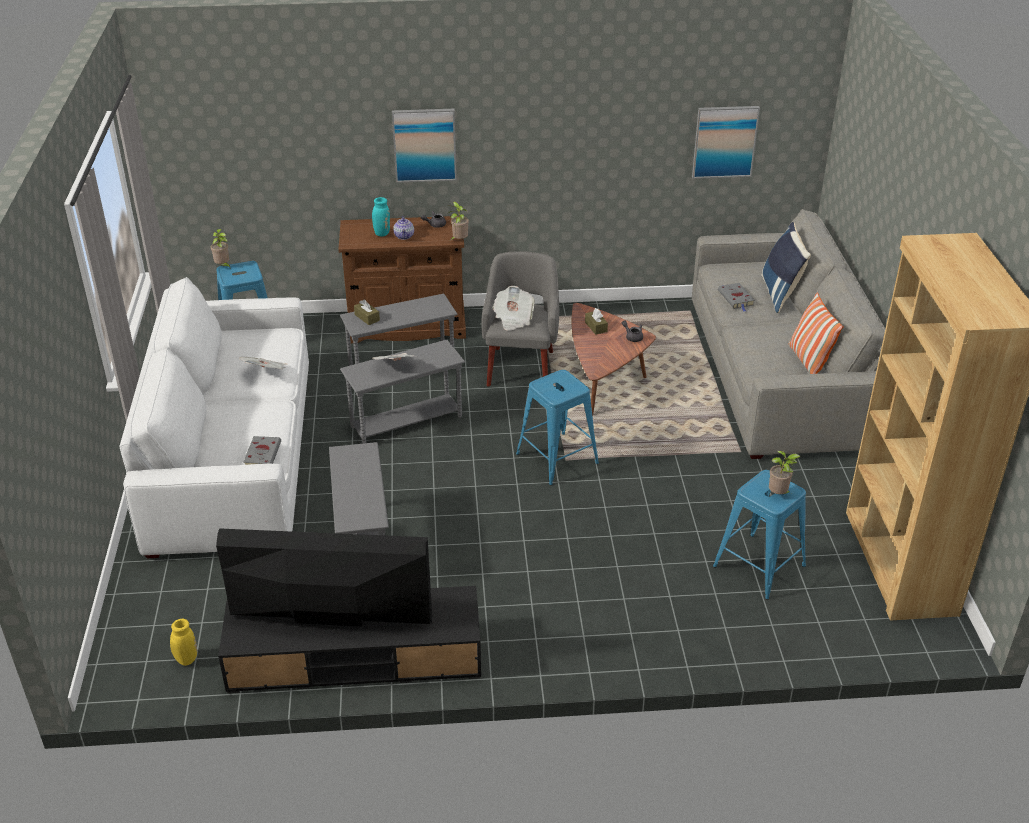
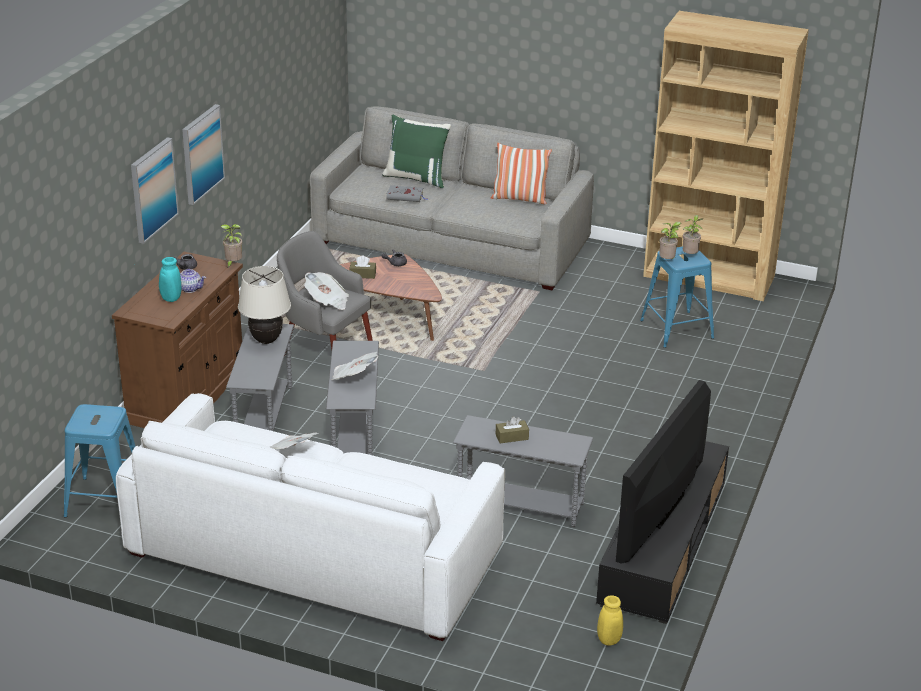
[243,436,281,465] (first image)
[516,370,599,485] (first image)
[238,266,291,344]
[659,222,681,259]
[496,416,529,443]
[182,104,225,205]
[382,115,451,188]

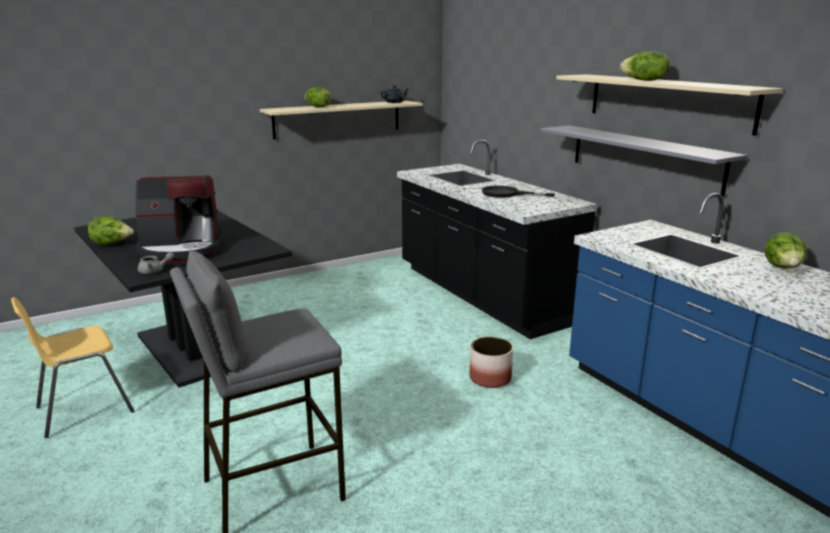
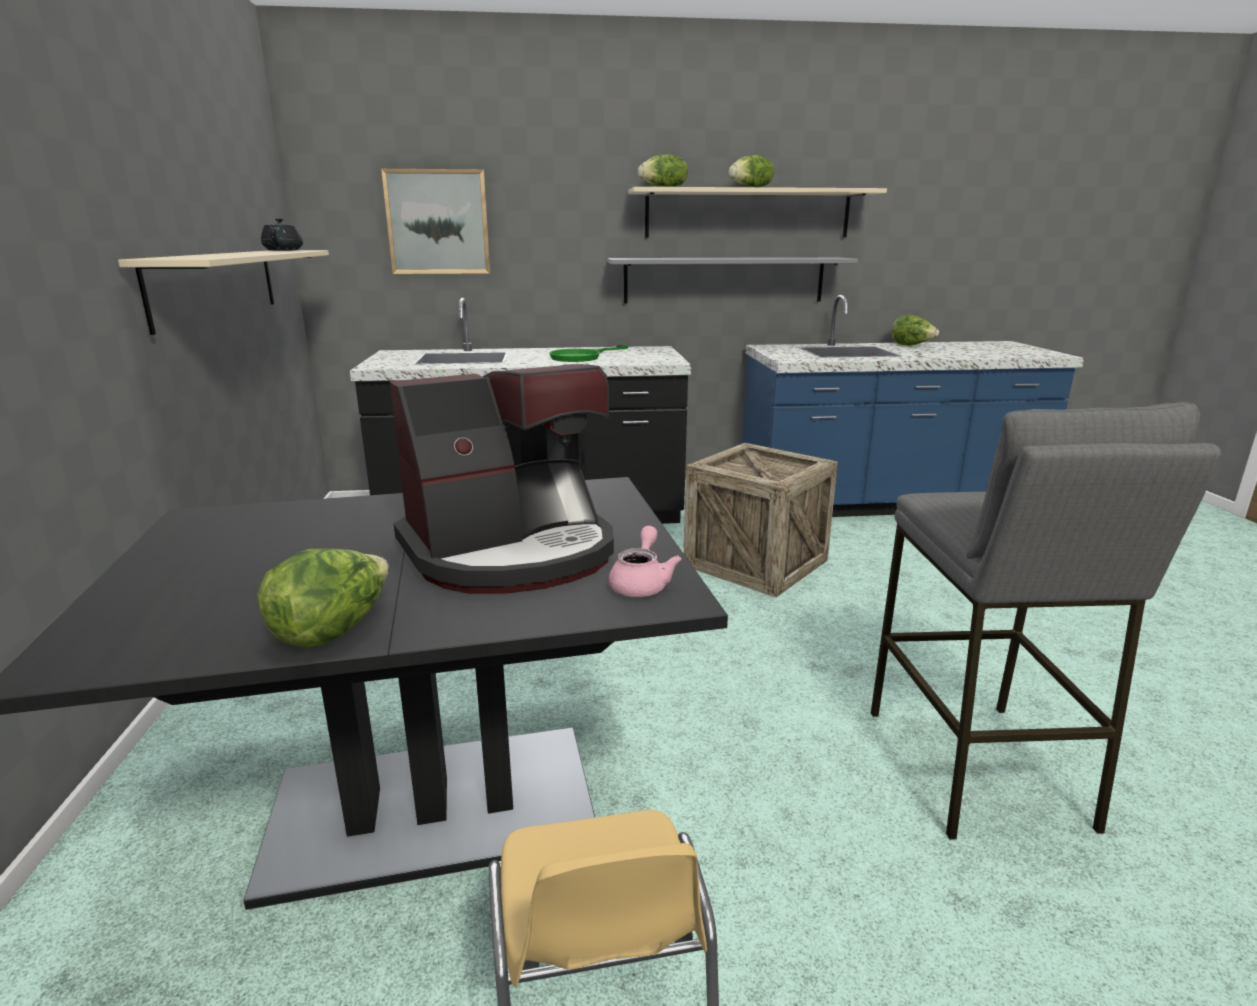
[381,169,490,274]
[638,155,688,187]
[683,443,838,597]
[608,526,681,597]
[549,345,629,362]
[390,364,614,594]

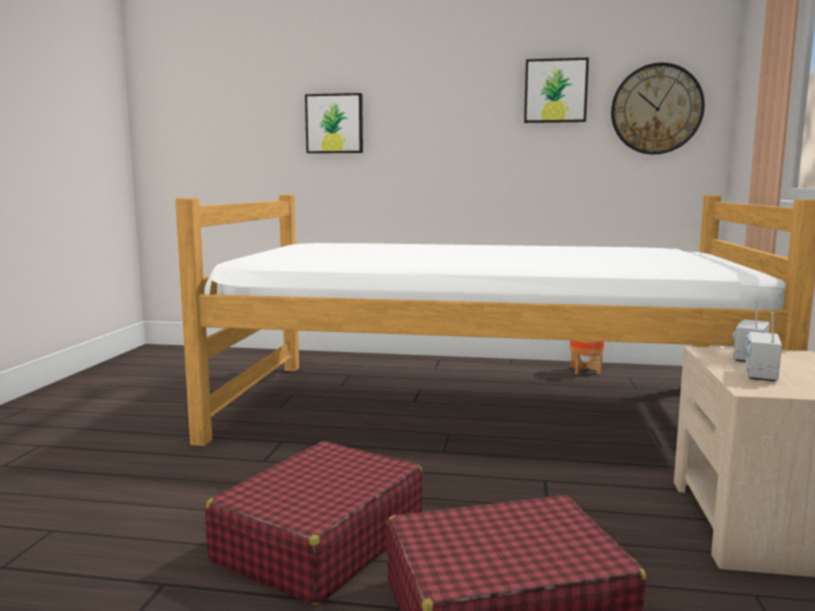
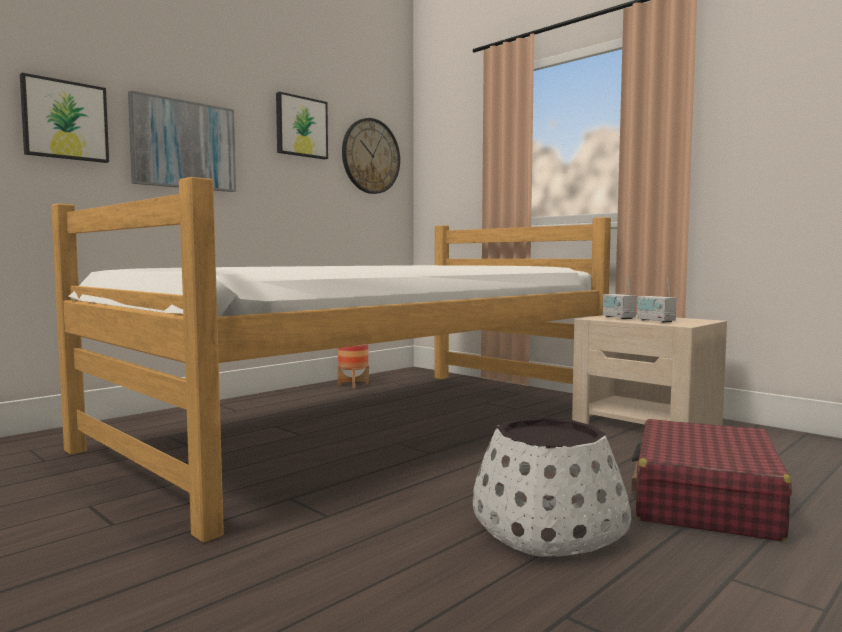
[128,91,236,192]
[472,418,631,557]

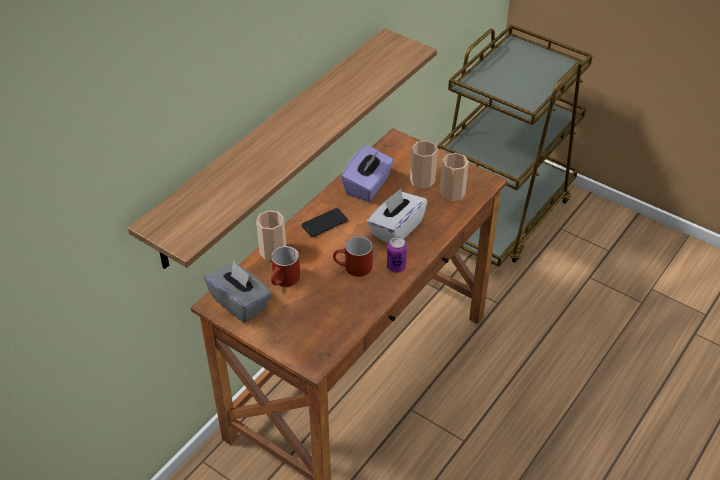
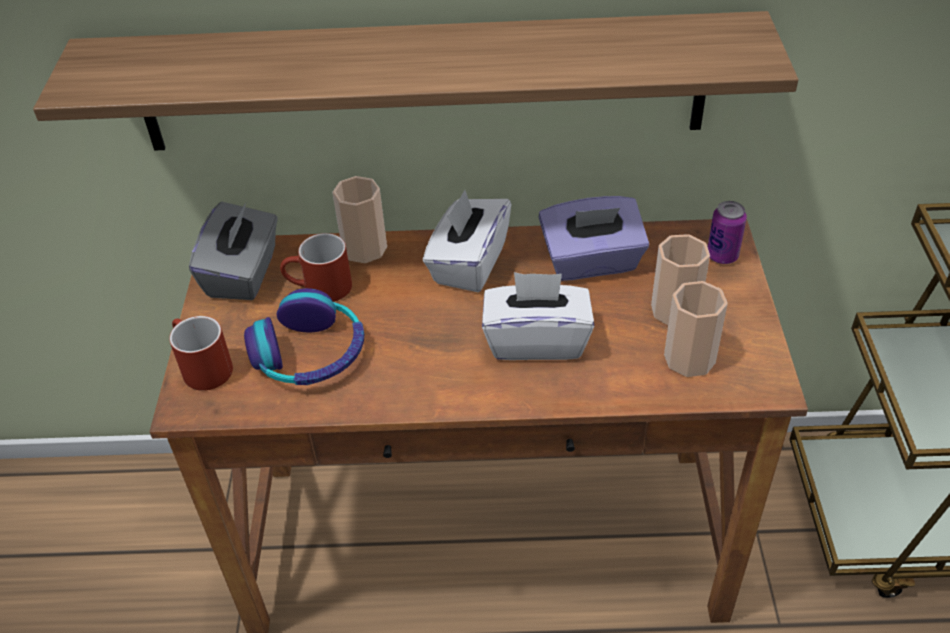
[244,288,364,385]
[169,316,233,391]
[708,201,747,264]
[423,190,511,292]

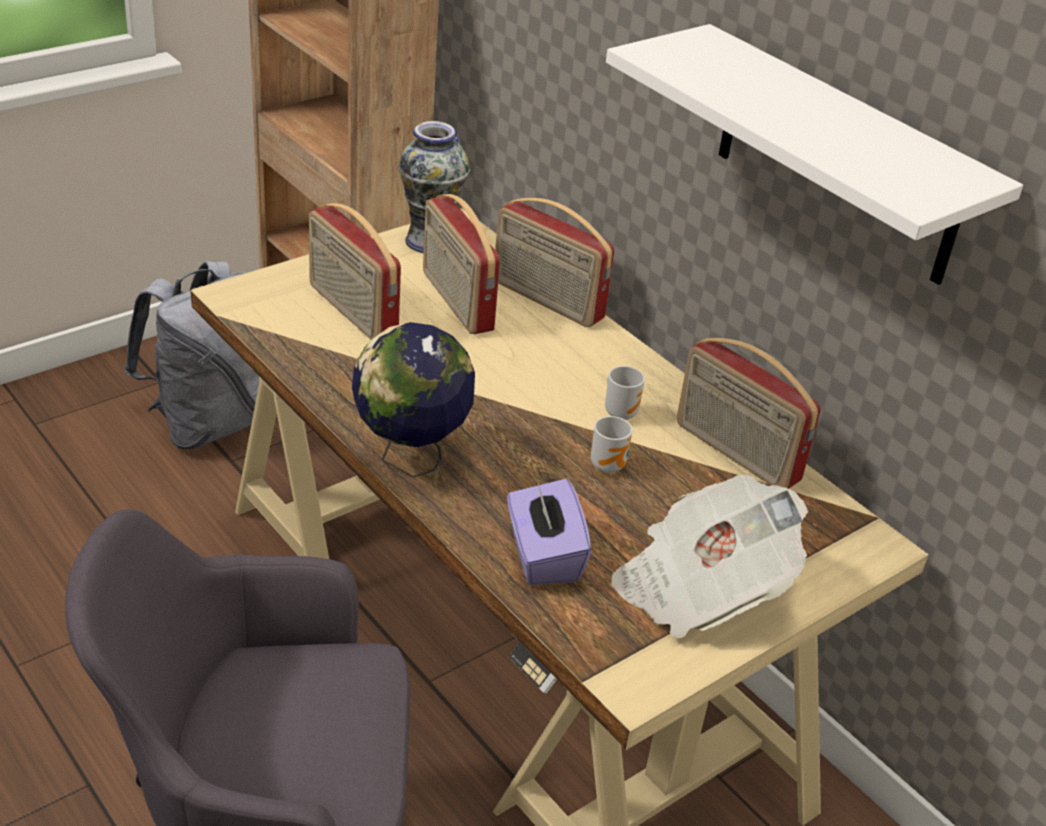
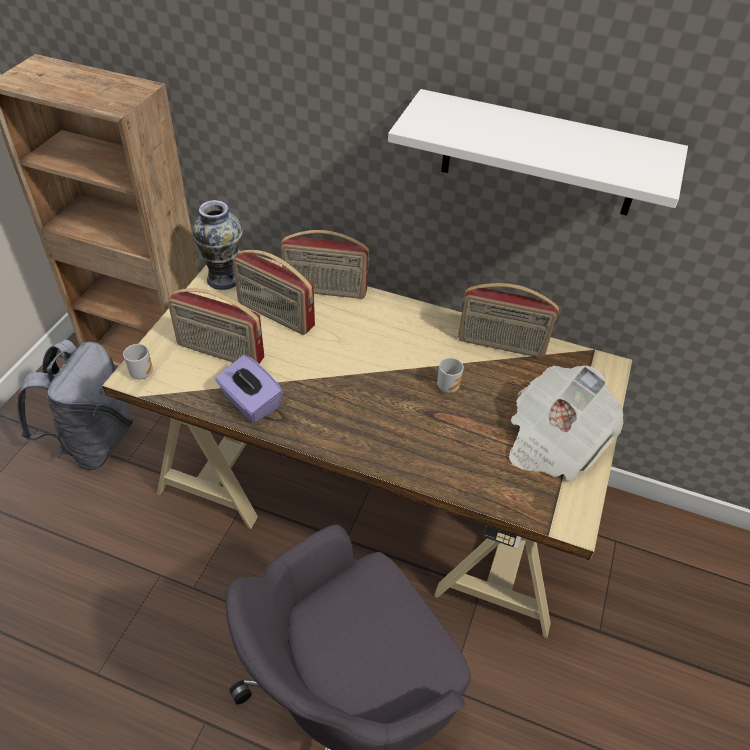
[352,322,475,478] (first image)
[215,355,283,423]
[123,344,153,379]

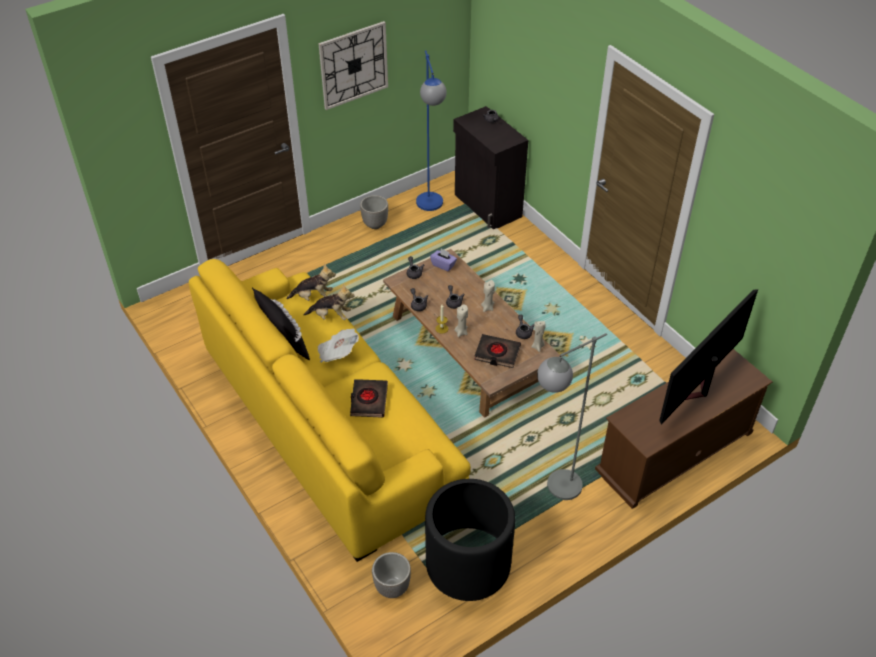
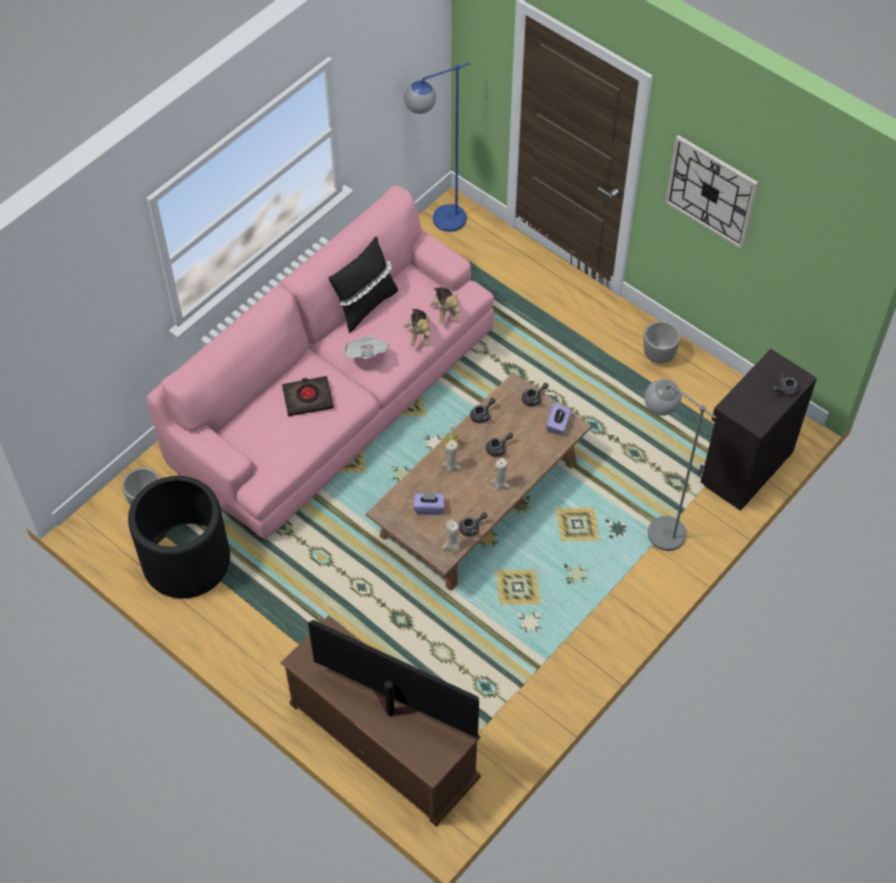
[404,62,470,232]
[644,379,716,551]
[413,493,445,515]
[147,185,494,540]

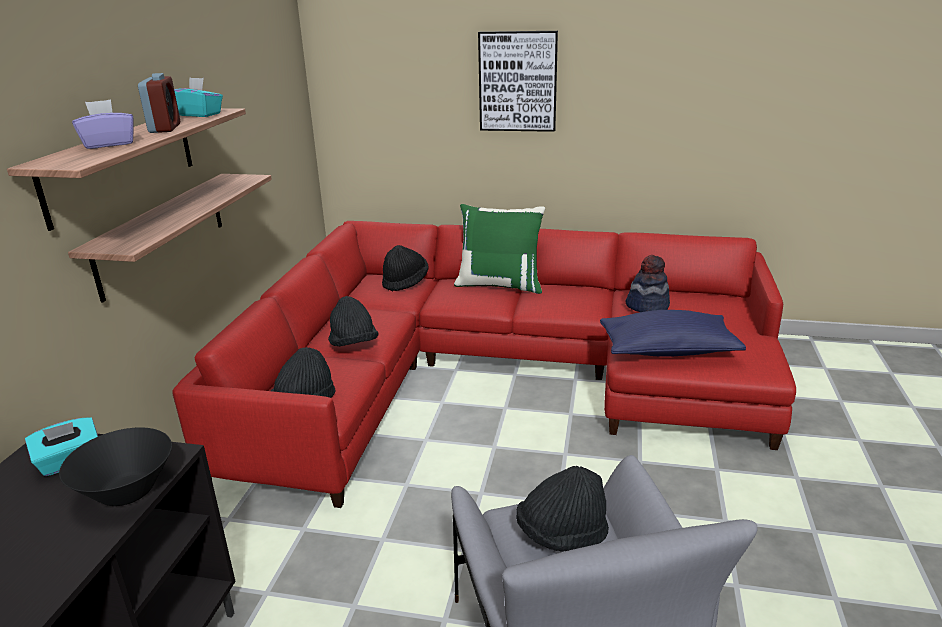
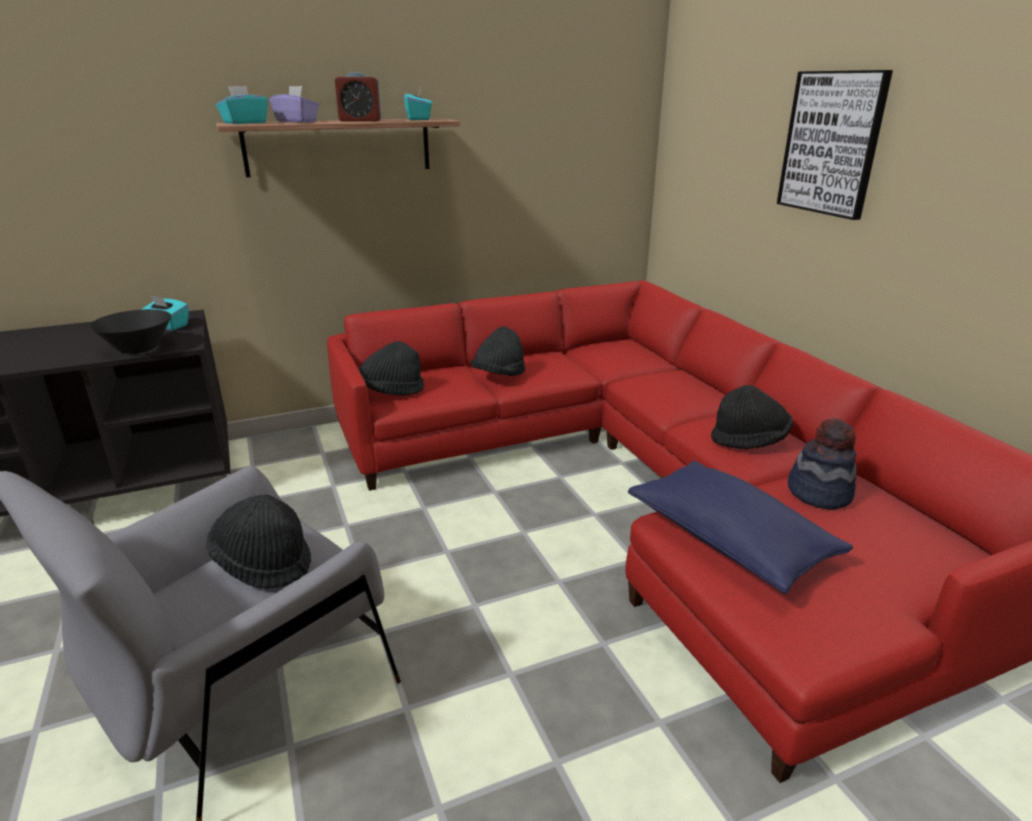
[68,174,272,303] (first image)
[454,204,545,294] (first image)
[216,86,268,124]
[711,385,793,449]
[335,72,382,122]

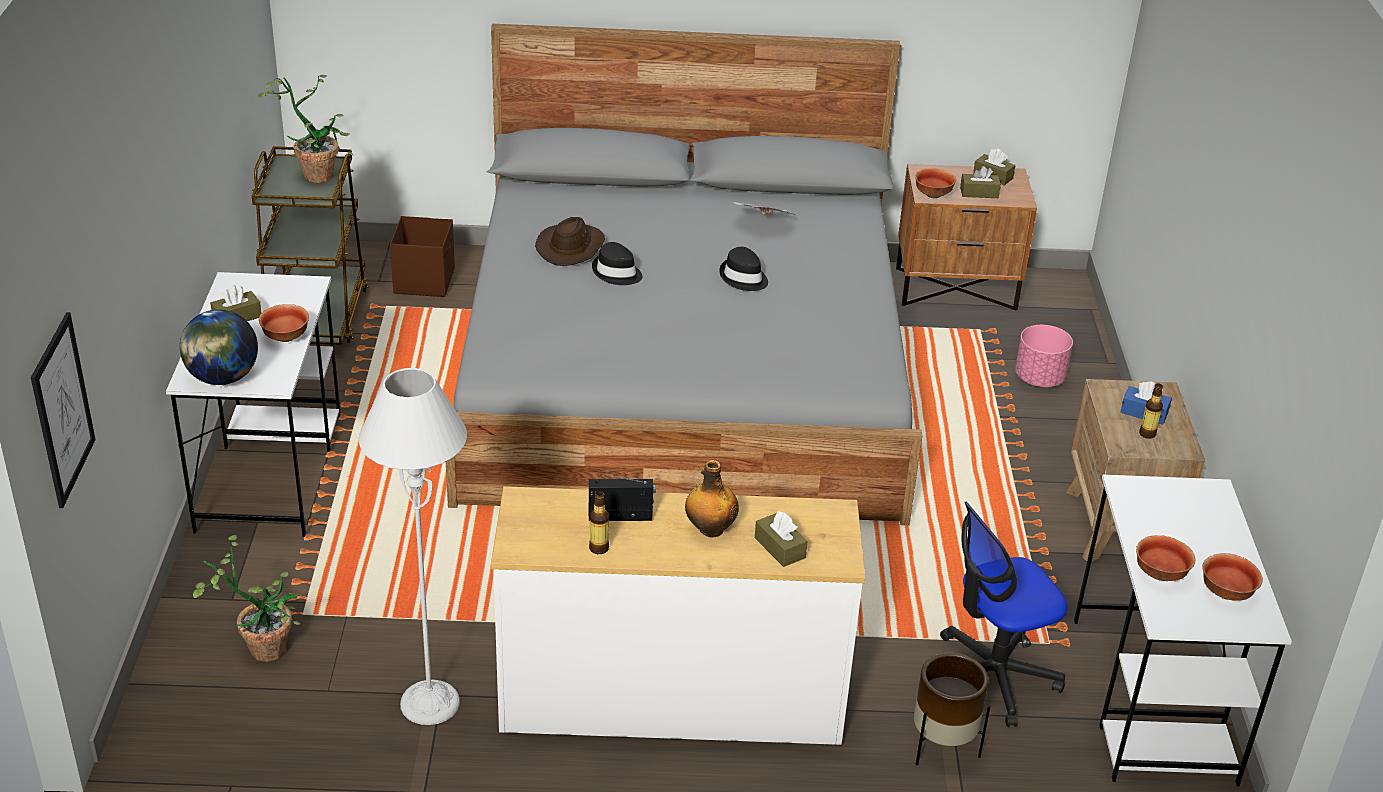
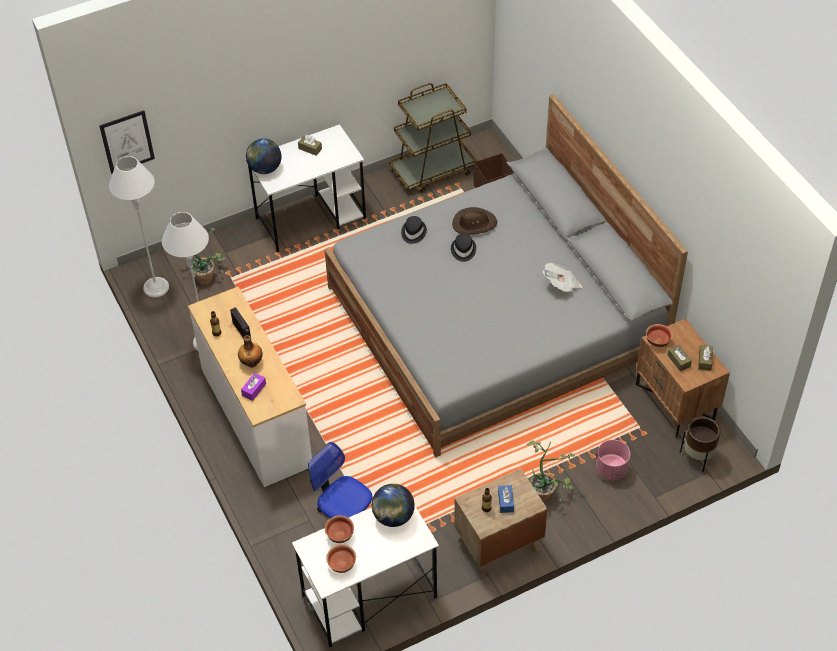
[259,304,309,342] (first image)
[109,156,169,297]
[372,484,415,527]
[527,441,575,503]
[401,216,427,244]
[680,417,720,472]
[241,373,266,401]

